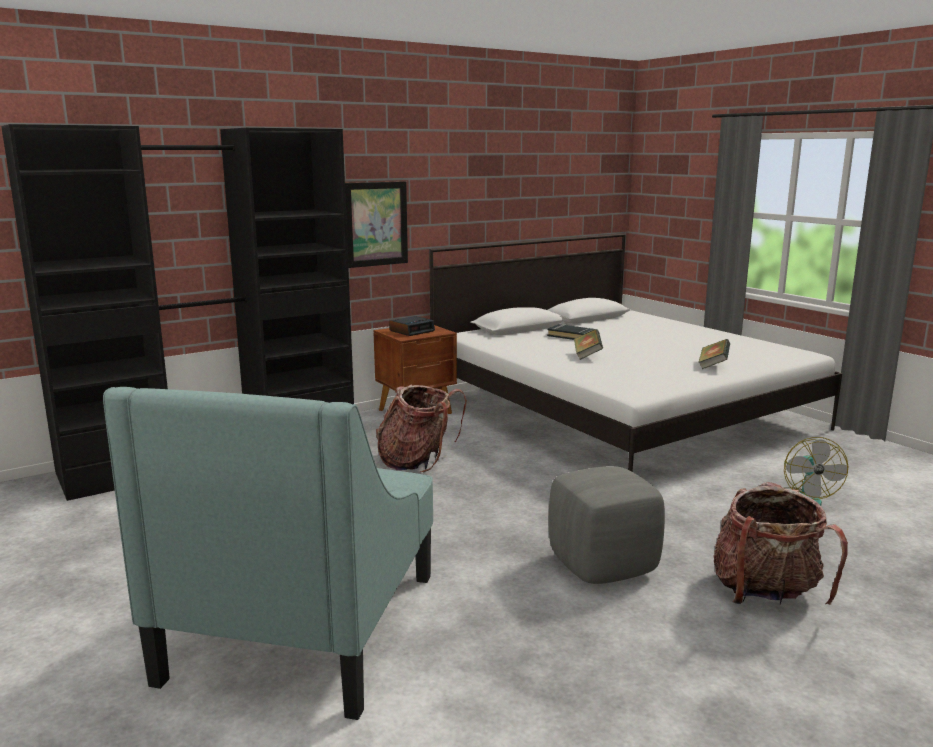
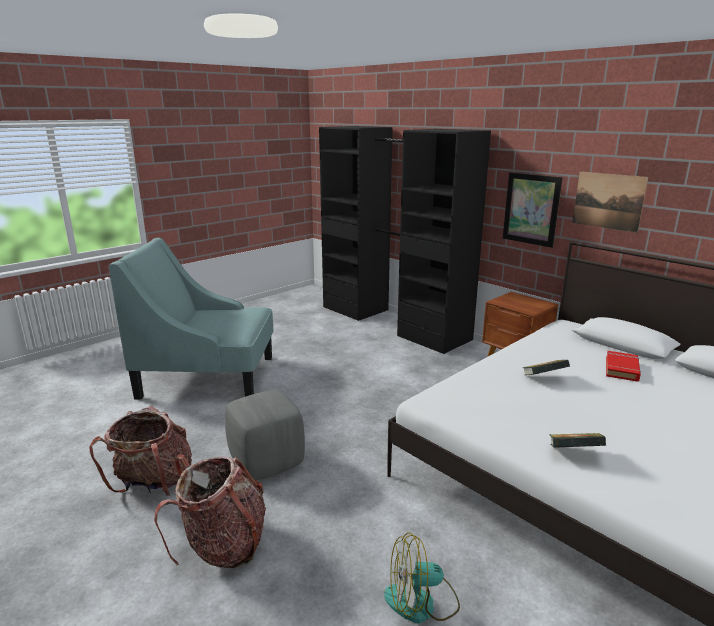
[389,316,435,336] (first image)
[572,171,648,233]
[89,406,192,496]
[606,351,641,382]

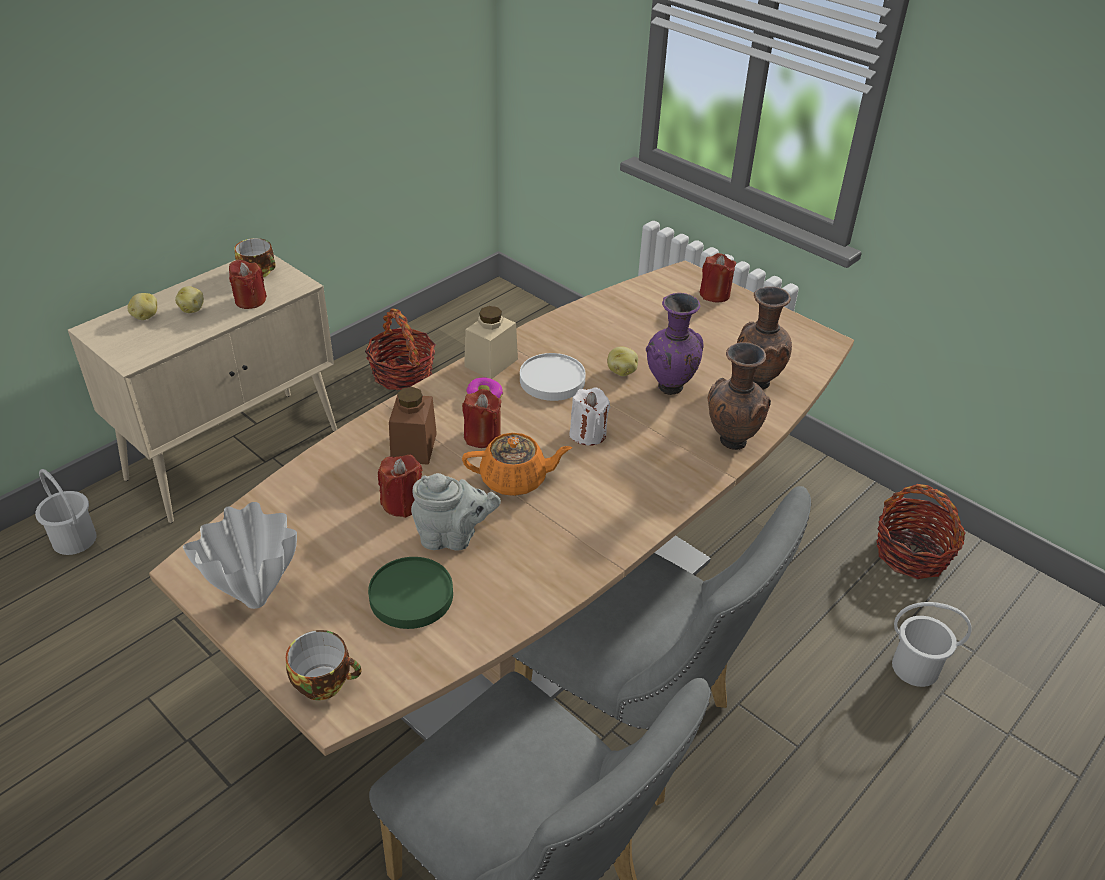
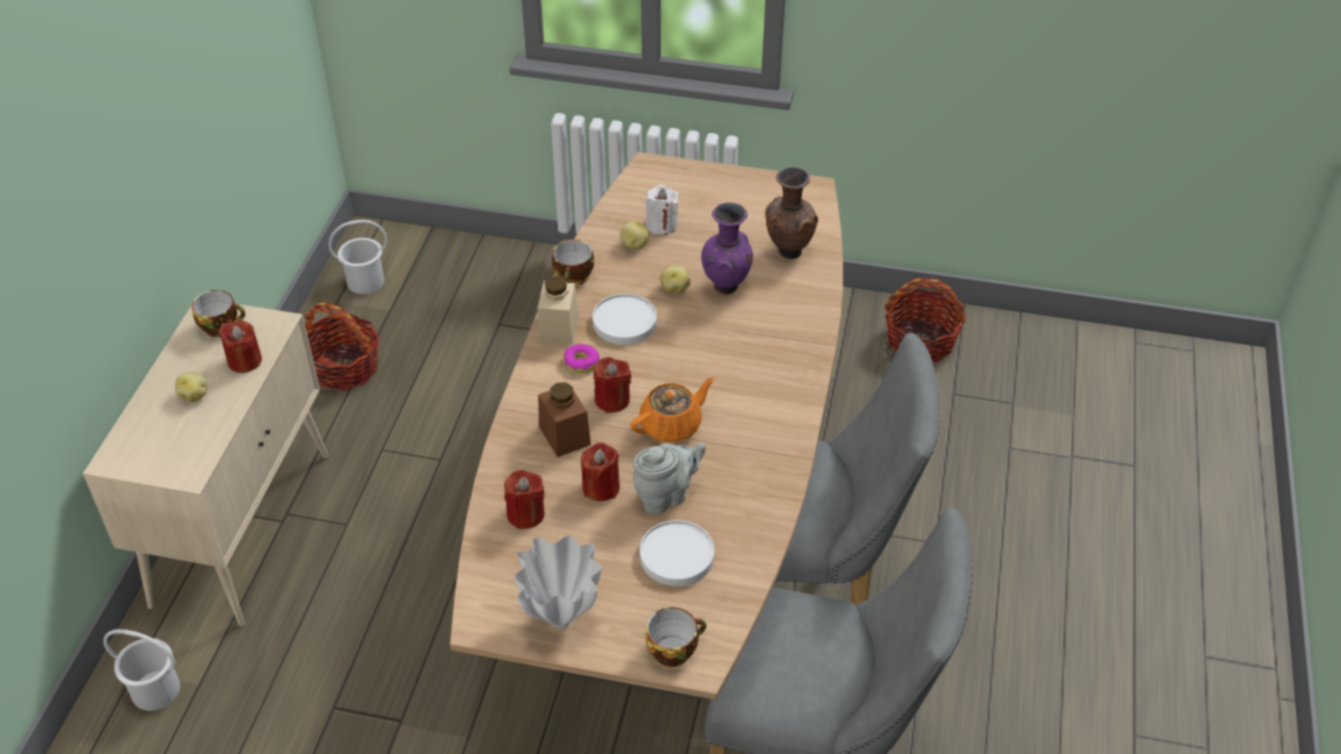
[708,342,771,450] (first image)
[552,239,594,286]
[620,221,649,250]
[645,185,678,235]
[504,470,545,529]
[329,220,387,294]
[640,520,714,586]

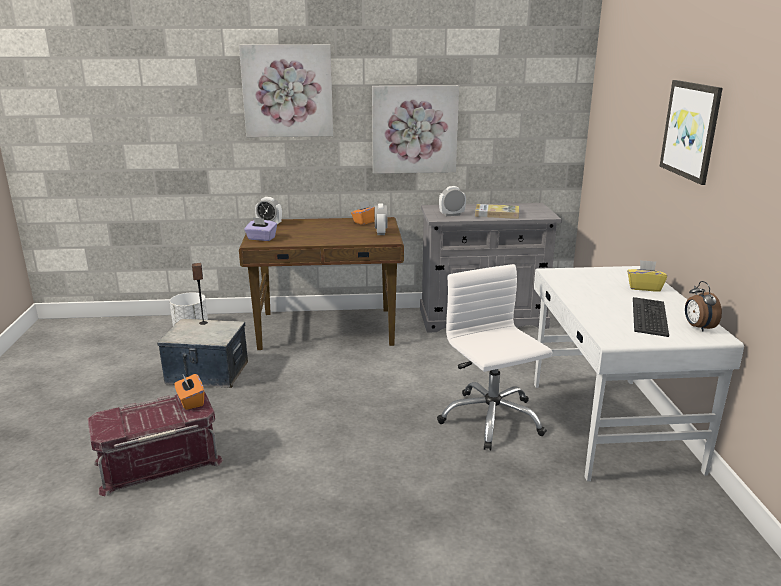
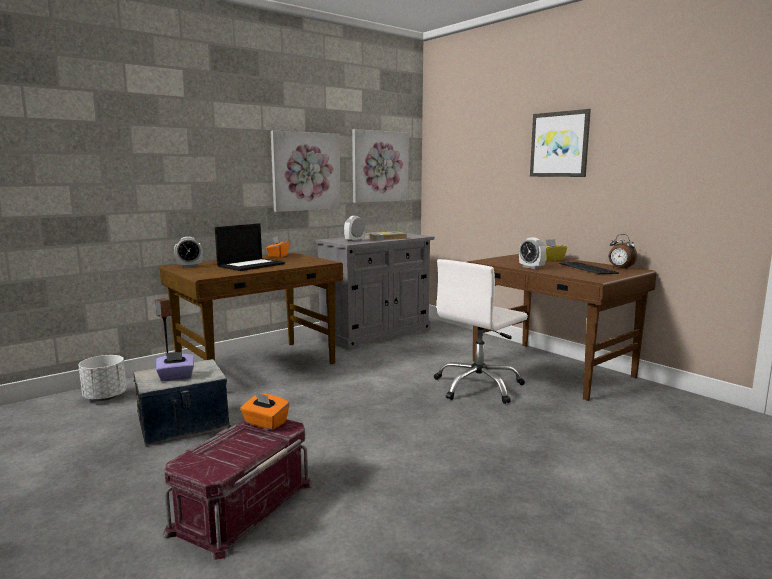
[215,223,285,271]
[352,129,409,203]
[156,352,194,381]
[519,237,546,269]
[467,254,657,401]
[434,259,528,404]

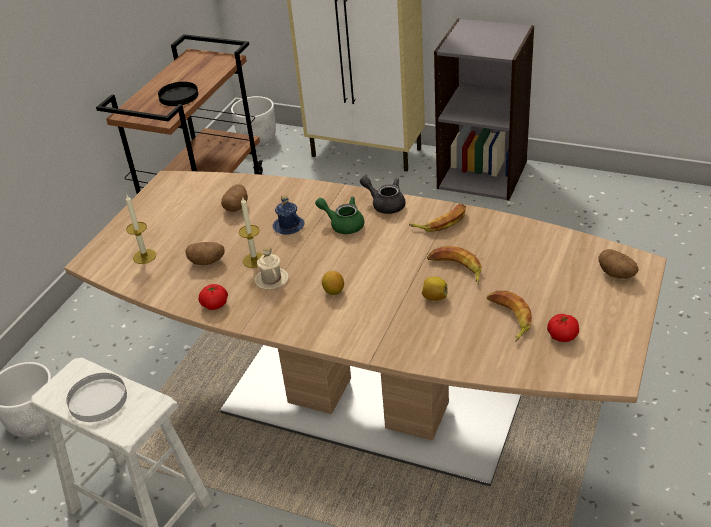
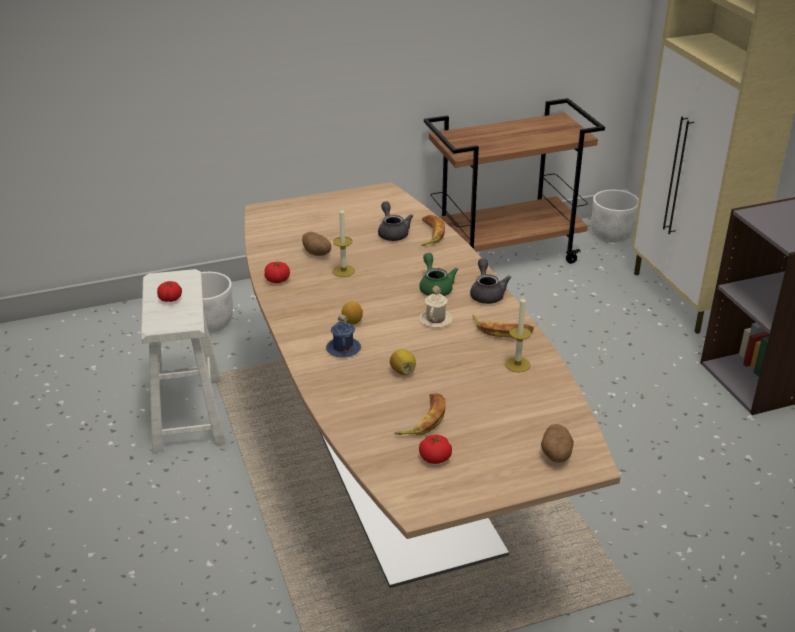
[158,82,198,106] (first image)
[505,295,532,373]
[419,286,453,328]
[326,314,361,358]
[421,215,445,246]
[157,281,182,302]
[378,201,413,241]

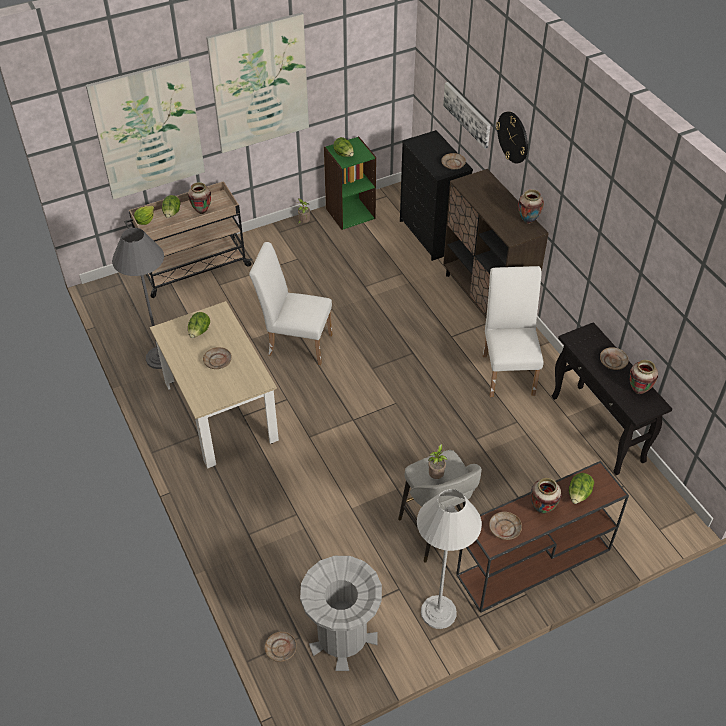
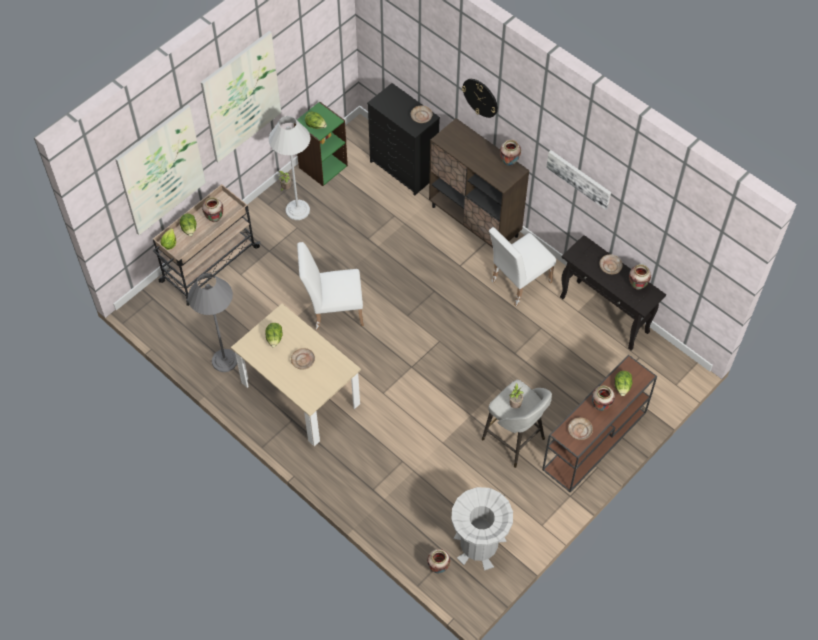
[269,116,310,220]
[546,150,611,210]
[427,549,450,574]
[489,227,556,306]

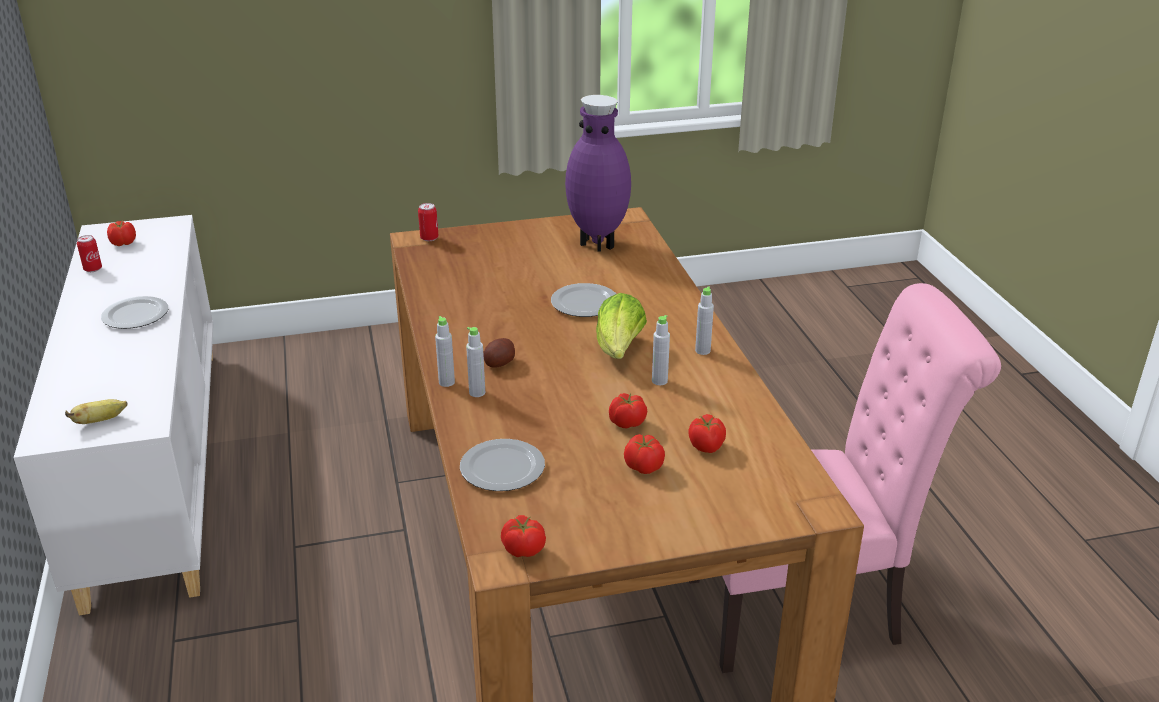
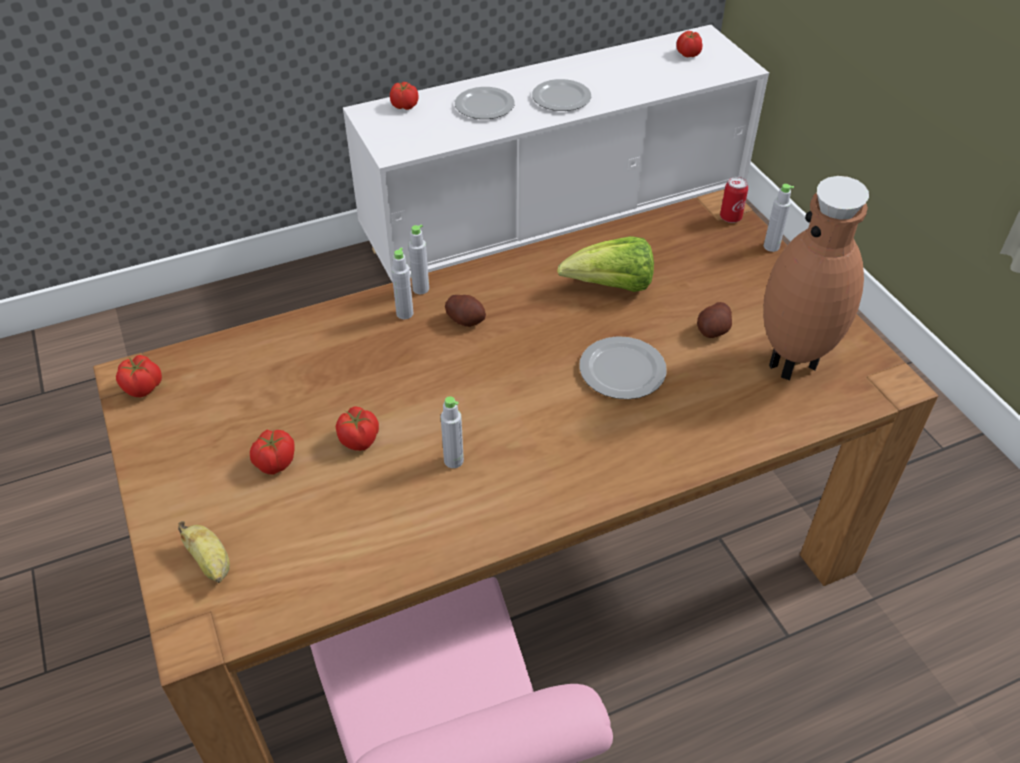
[77,235,102,272] (first image)
[697,302,732,338]
[178,521,230,583]
[455,87,515,119]
[557,236,654,292]
[390,82,419,110]
[764,184,794,252]
[763,176,869,380]

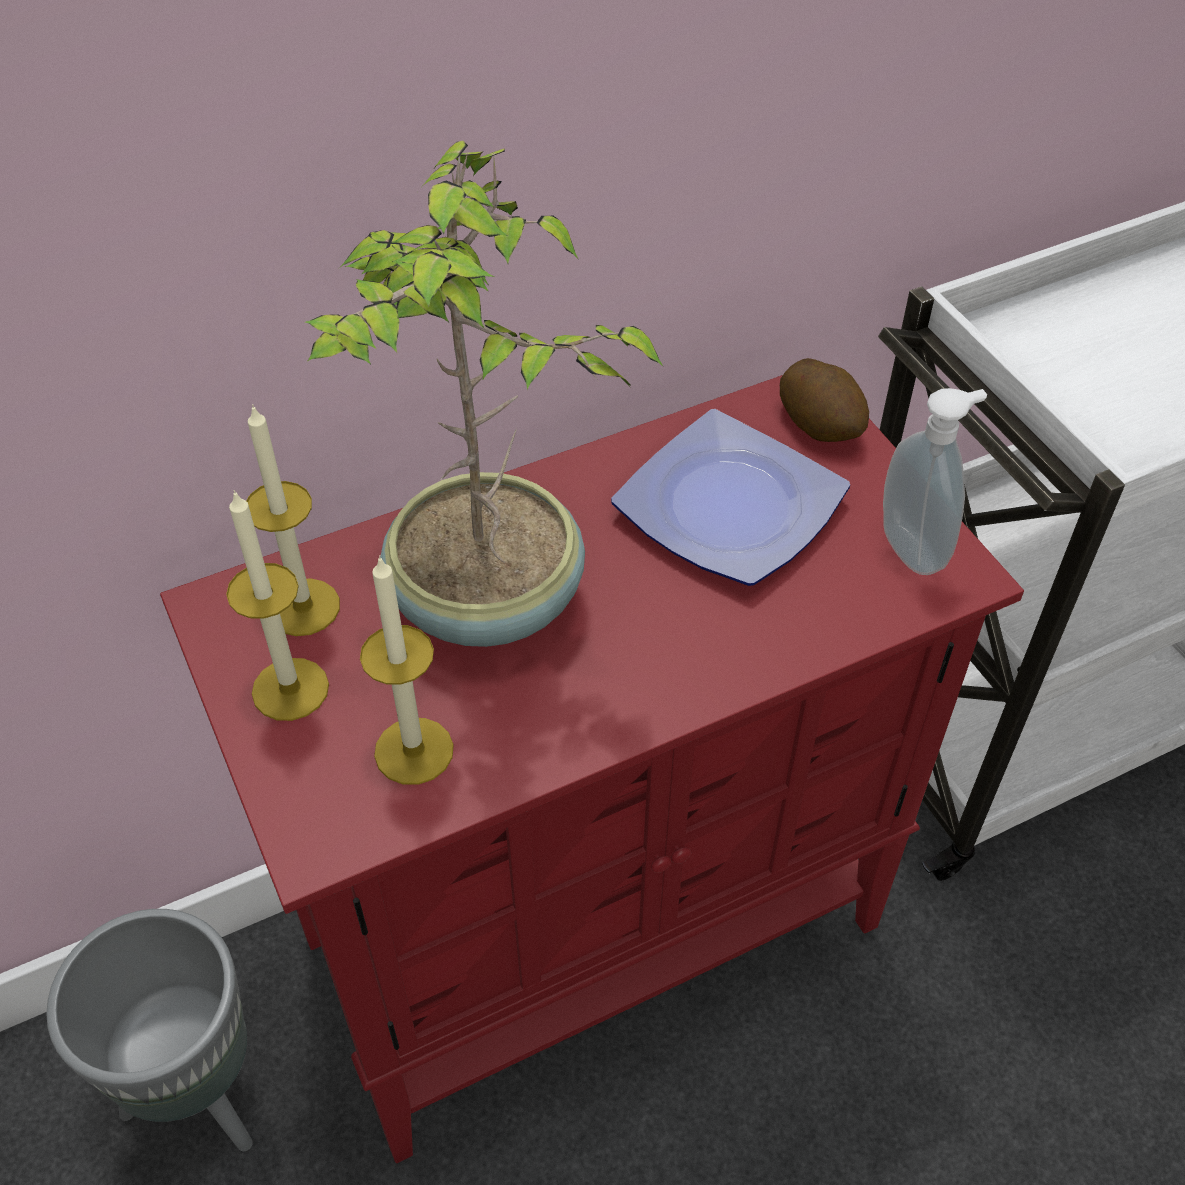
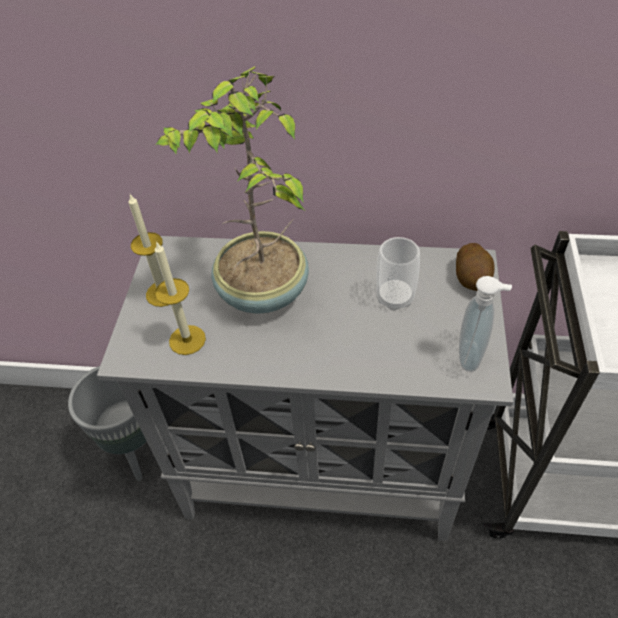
[246,404,340,636] (first image)
[376,237,420,311]
[97,236,514,541]

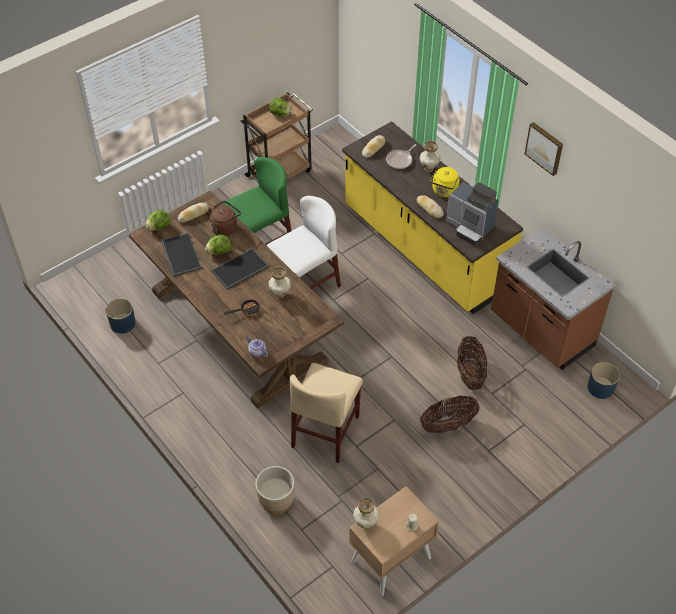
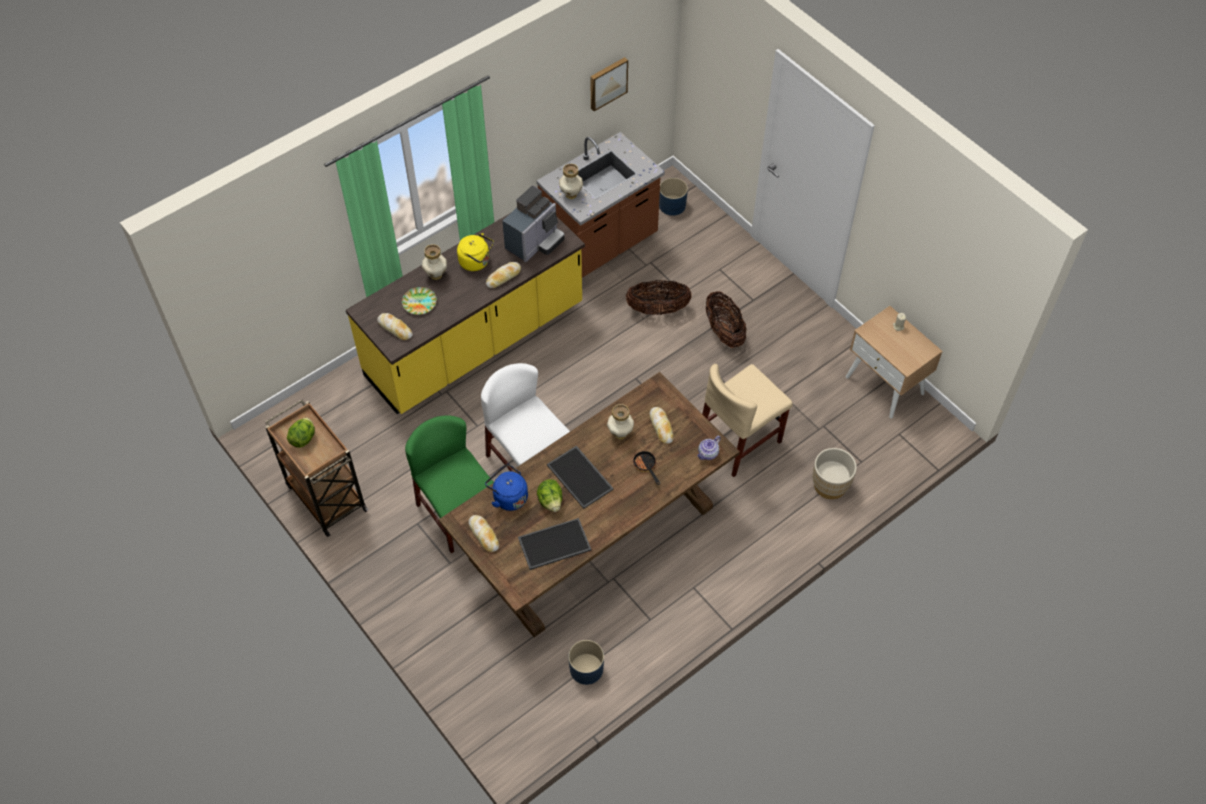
[146,210,171,231] (first image)
[649,407,674,444]
[559,164,583,199]
[590,57,628,111]
[402,287,437,315]
[485,464,528,511]
[702,364,793,477]

